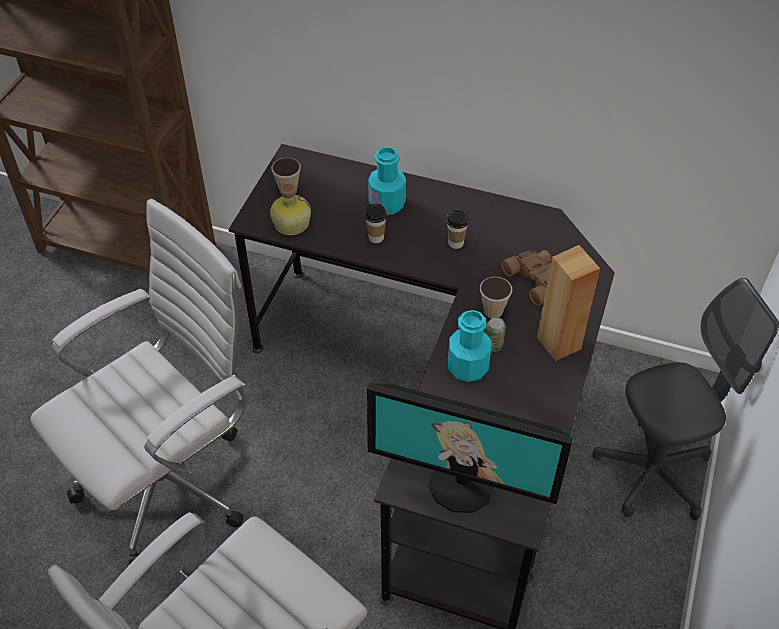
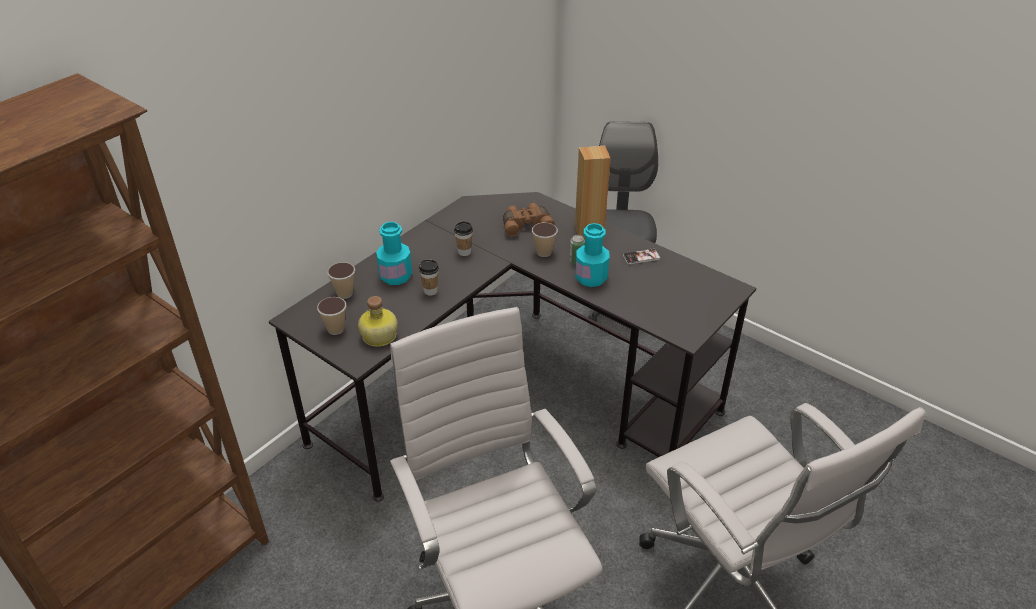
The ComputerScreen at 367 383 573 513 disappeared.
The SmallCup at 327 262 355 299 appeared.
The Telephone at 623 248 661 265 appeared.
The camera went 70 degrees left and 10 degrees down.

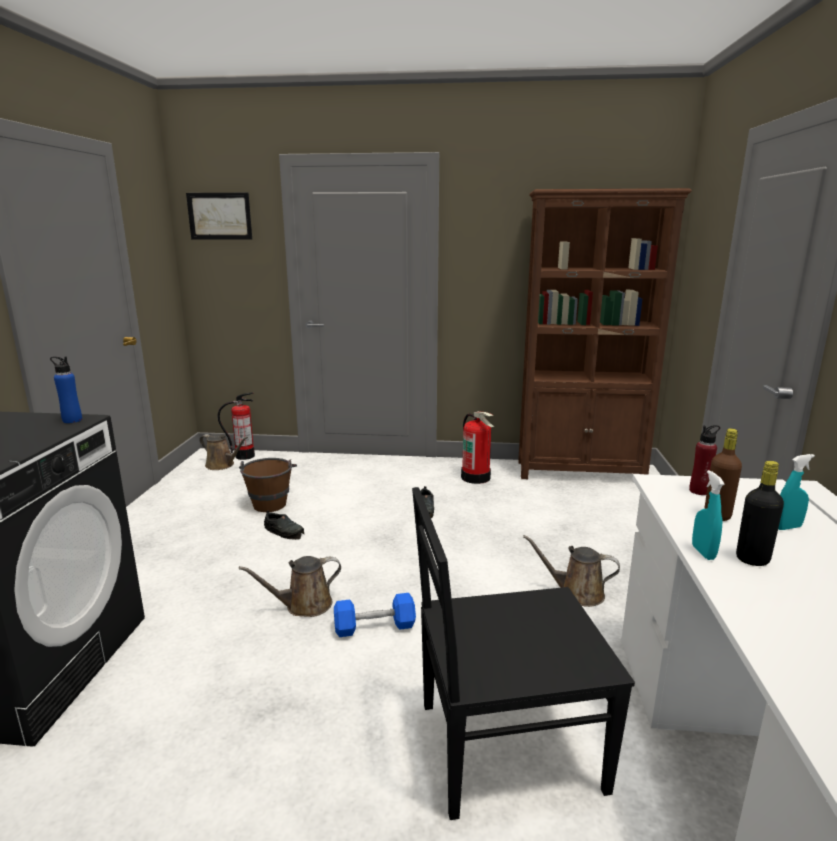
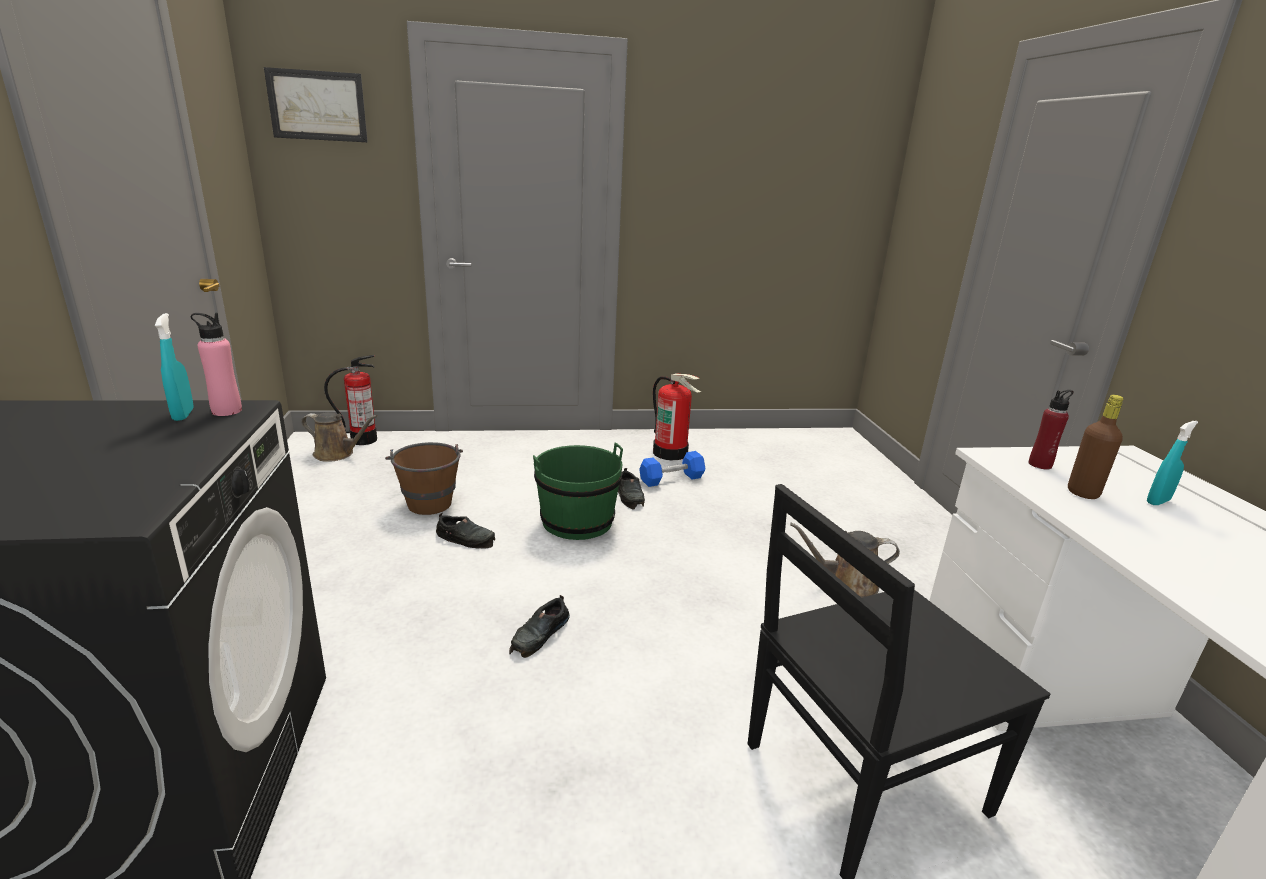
The BrownishBookshelf at 518 188 692 479 disappeared.
The BlackBottle at 736 461 784 566 disappeared.
The GreenBucket at 533 443 623 540 appeared.
The BlueFreeWeight moved from 334 593 416 637 to 639 451 705 487.
The TurquoiseSprayBottle moved from 692 470 725 560 to 155 313 194 421.
The BrownishSprinklingCan at 239 556 341 617 was replaced by the BlackLowShoe at 509 595 570 658.
The BlueBottle at 50 356 82 423 became the PinkishBottle at 191 313 242 416.
The camera went 15 degrees left and 5 degrees up.

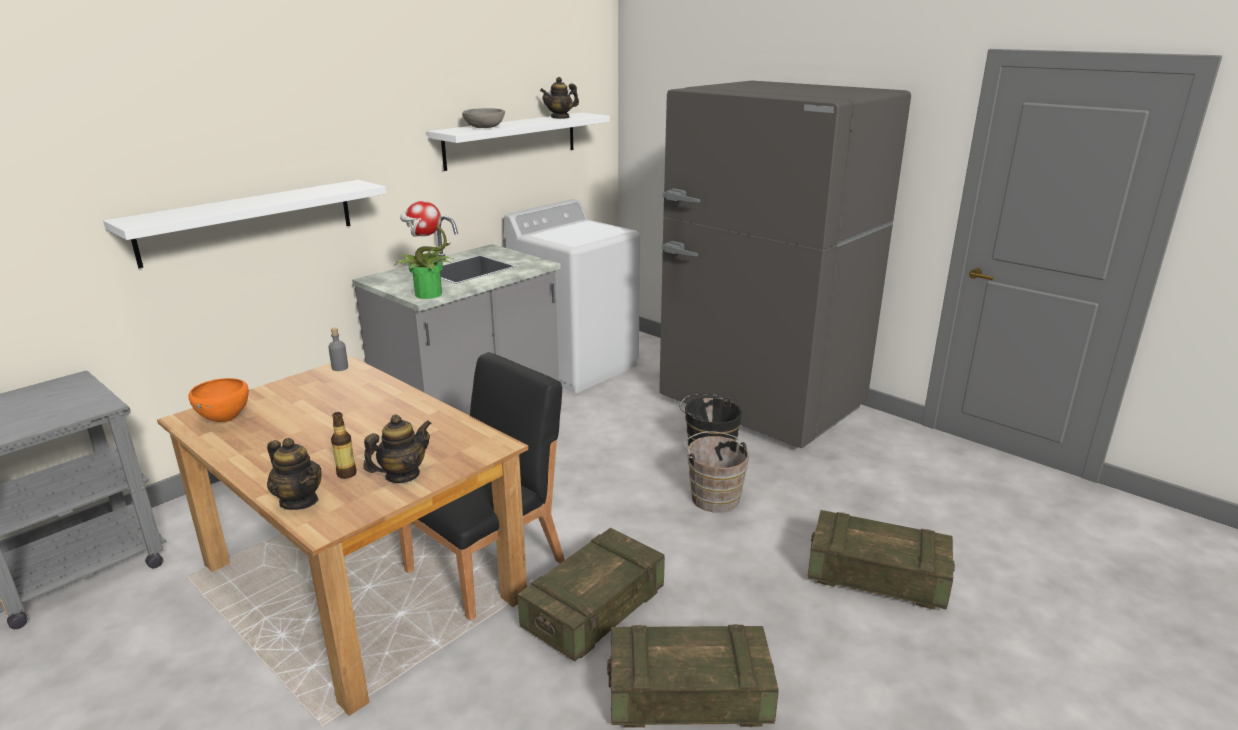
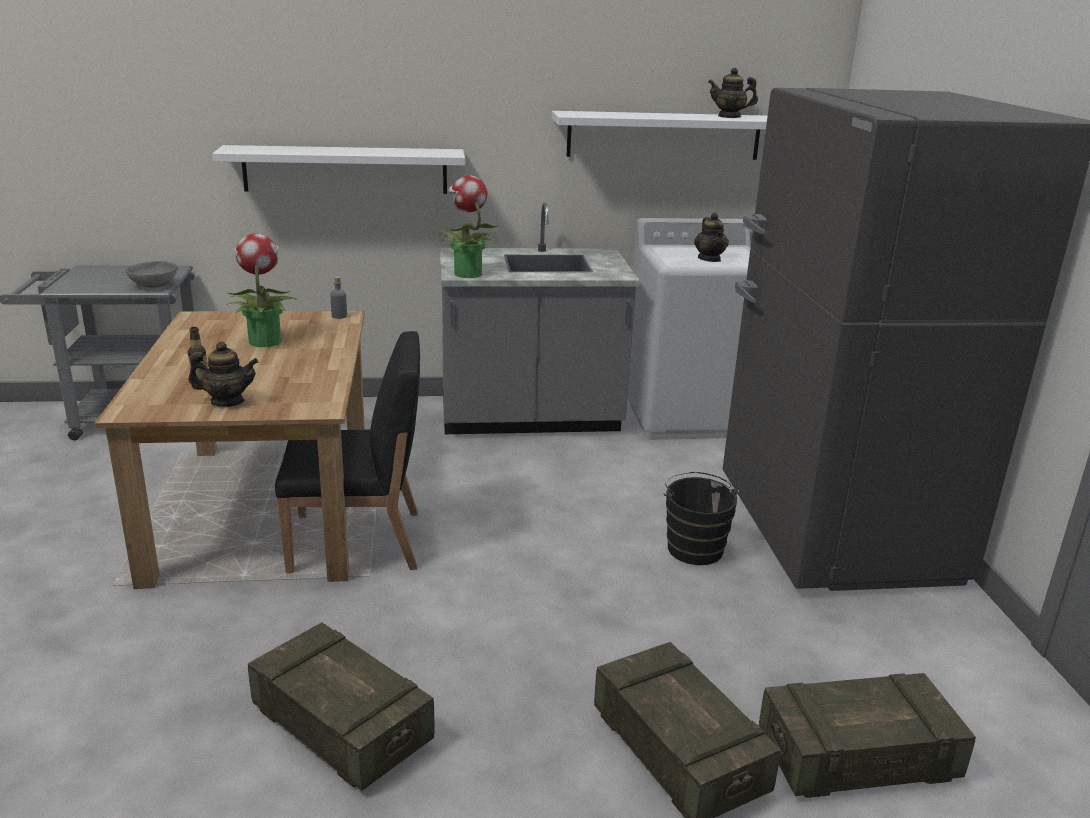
The OrangeBowl at 189 378 249 422 disappeared.
The BrownishBucket at 684 431 749 513 disappeared.
The PlantInAPot at 227 233 296 347 appeared.
The TeaPot moved from 267 438 322 510 to 694 213 729 262.
The GrayBowl moved from 462 108 505 128 to 125 261 178 288.
The Crate moved from 518 528 665 661 to 759 673 976 798.
The camera went 40 degrees right and 0 degrees up.

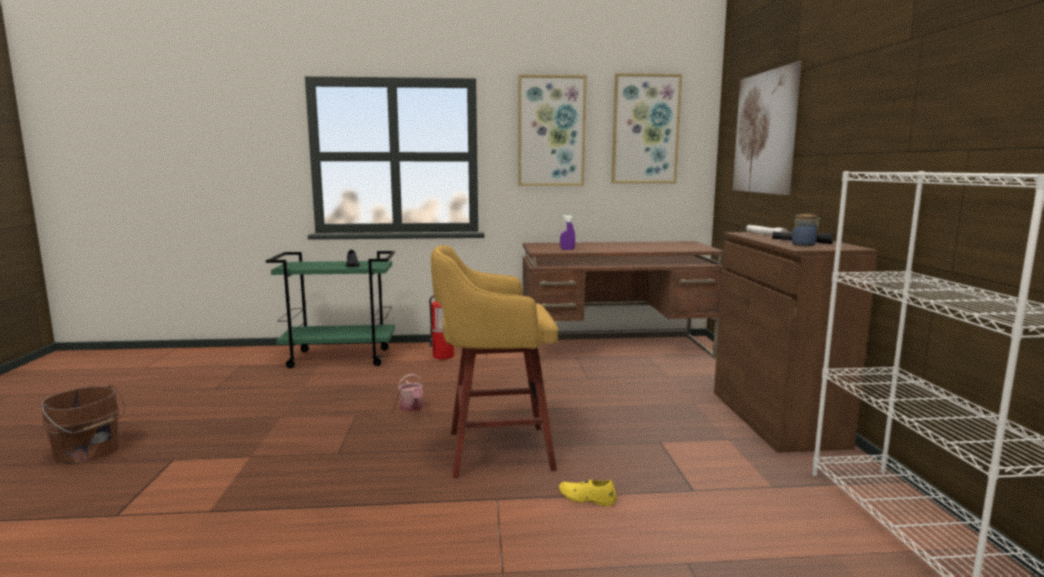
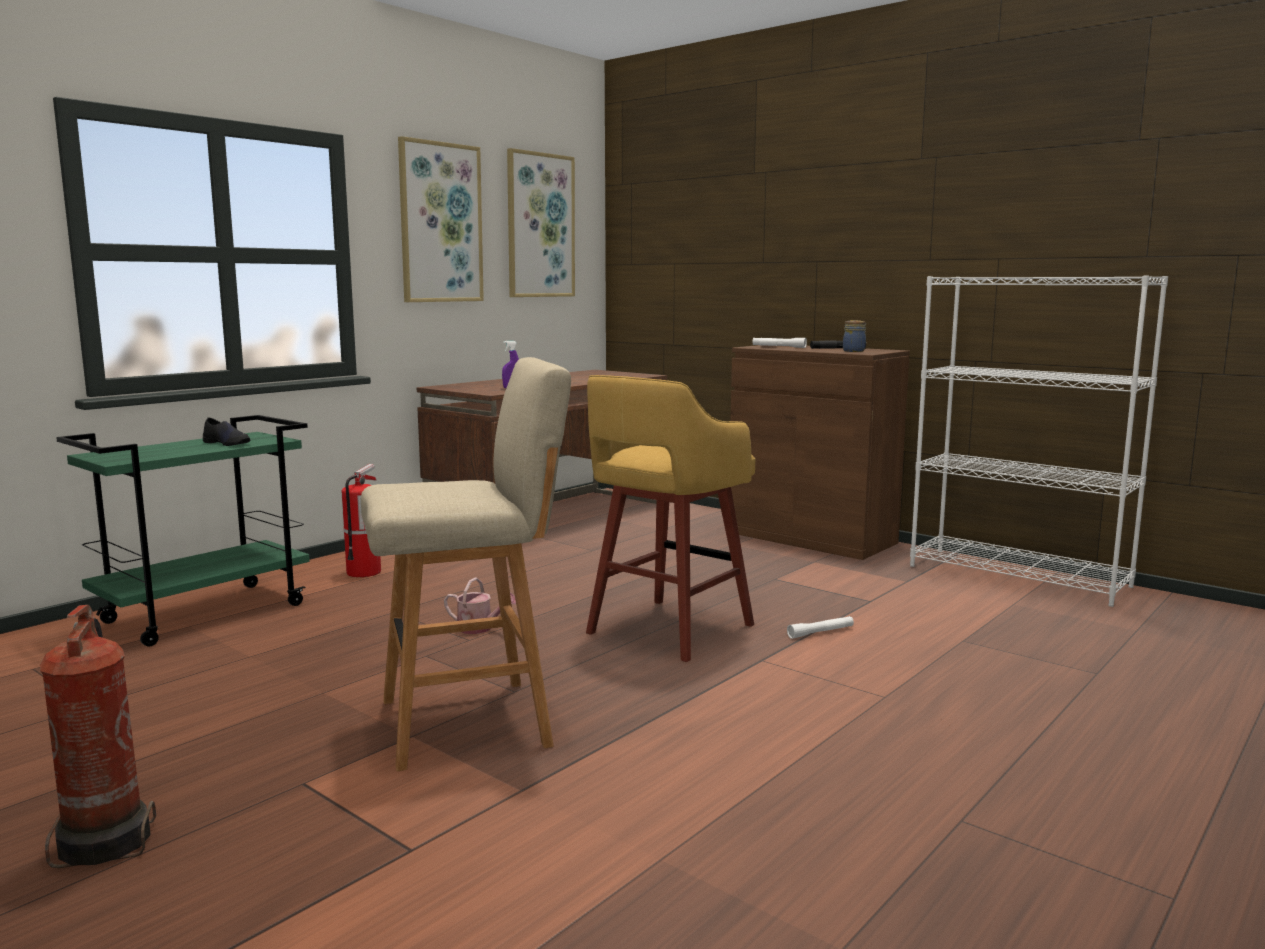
The WallPicture at 733 62 801 195 disappeared.
The SandColouredStool at 361 357 571 771 appeared.
The BrownishBucket at 41 385 125 464 was replaced by the FireFightingCylinder at 40 605 156 868.
The YellowColouredLowShoe at 559 480 617 506 was replaced by the WhitishHandTorch at 787 616 854 639.
The camera went 45 degrees left and 0 degrees up.

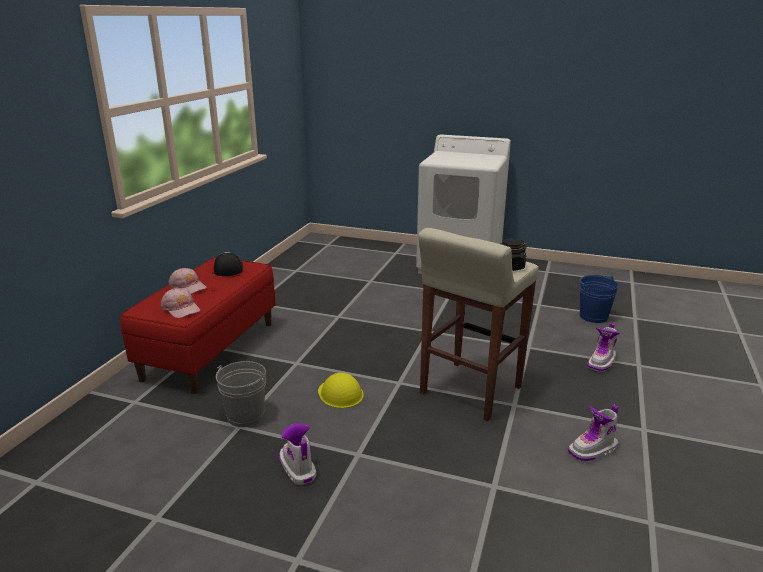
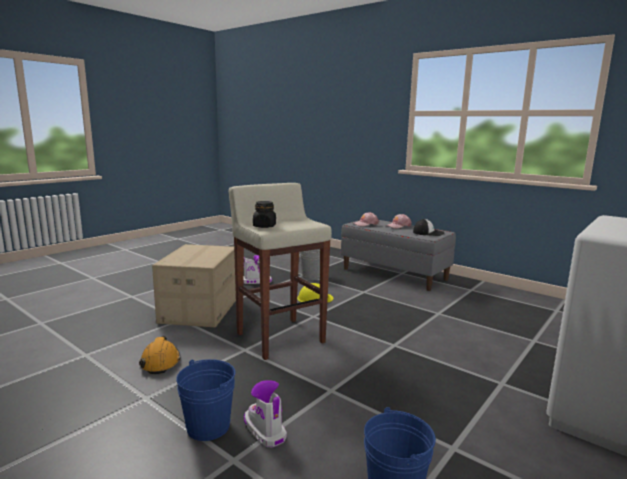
The Carton at 152 244 236 327 appeared.
The BlueBucket at 176 359 235 441 appeared.
The TallBoot at 568 405 618 462 was replaced by the OrangeWorkHelmet at 139 336 181 374.
The RedColouredBench at 120 257 276 394 became the GrayBench at 341 220 456 291.
The camera went 110 degrees right and 10 degrees down.

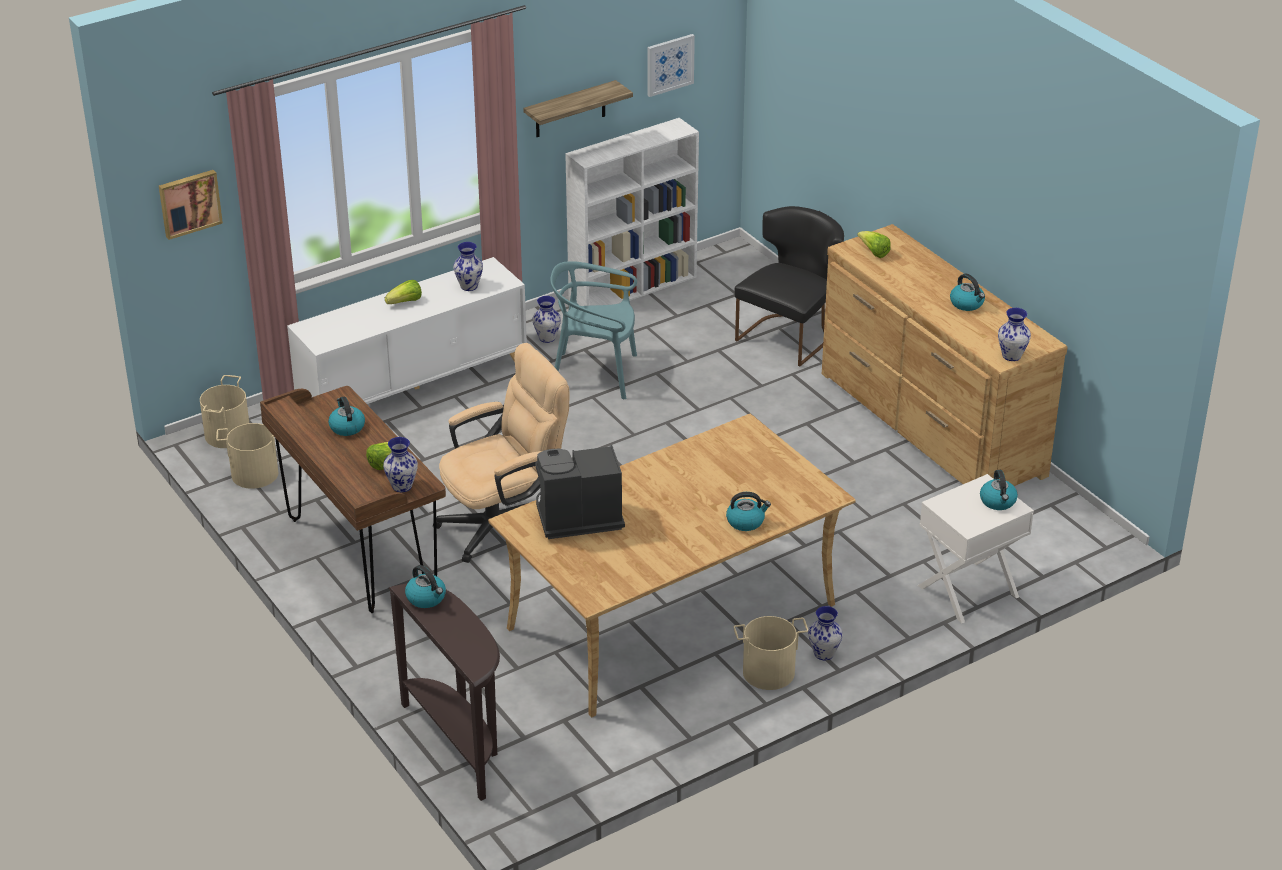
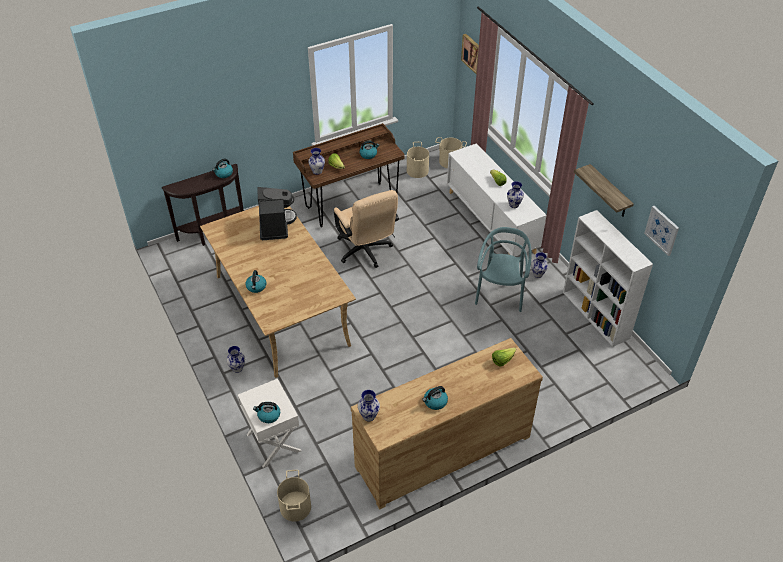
The BlackUprightChair at 735 206 844 366 disappeared.
The SandColouredBucket moved from 734 616 808 690 to 277 470 311 522.
The camera went 95 degrees right and 10 degrees up.

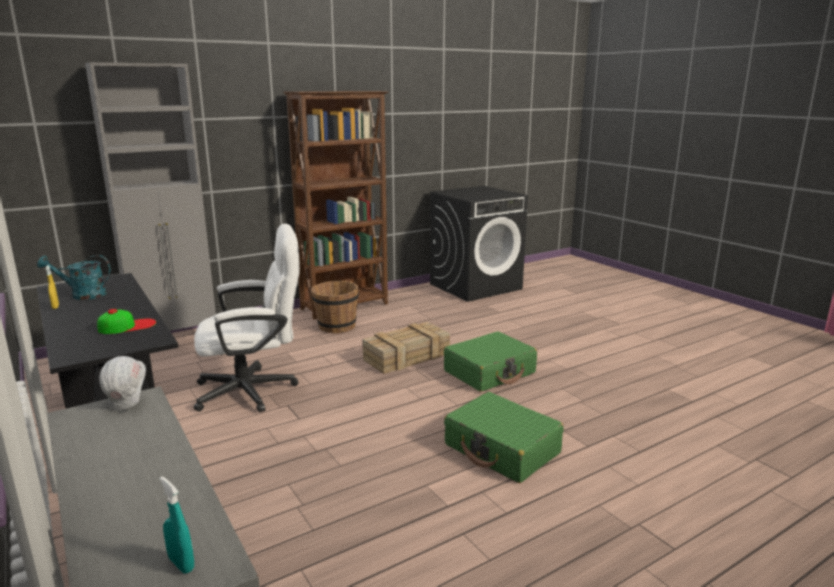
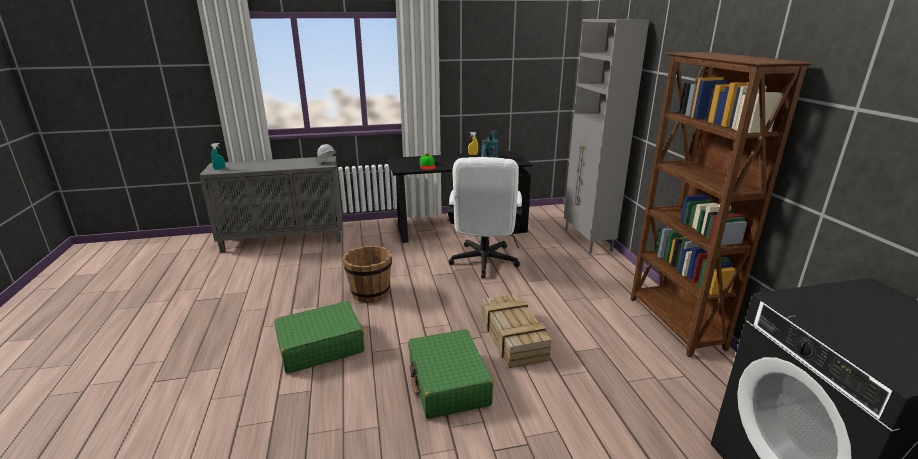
The BrownishBucket moved from 311 281 359 333 to 342 245 392 303.
The camera went 110 degrees right and 5 degrees up.

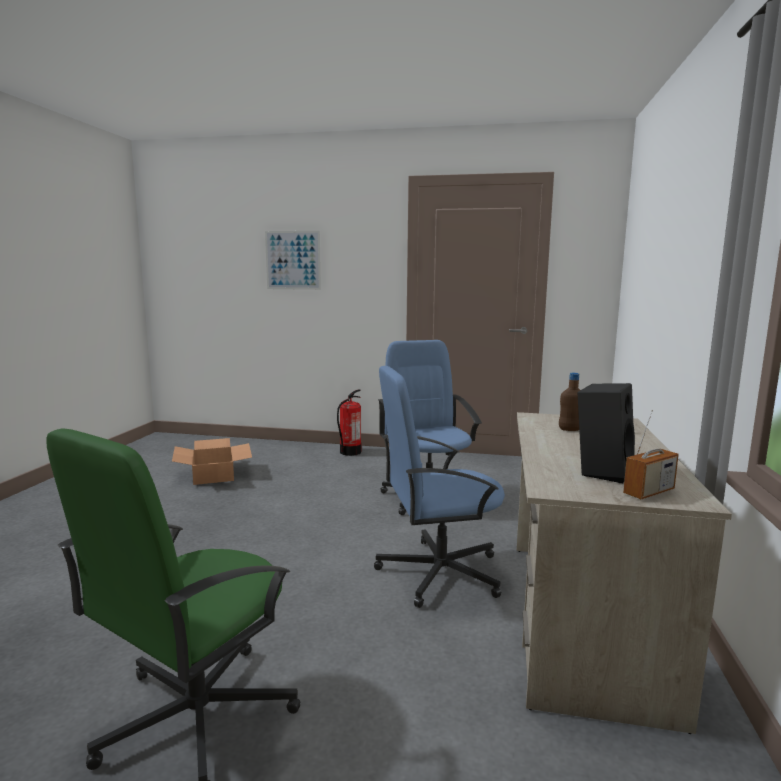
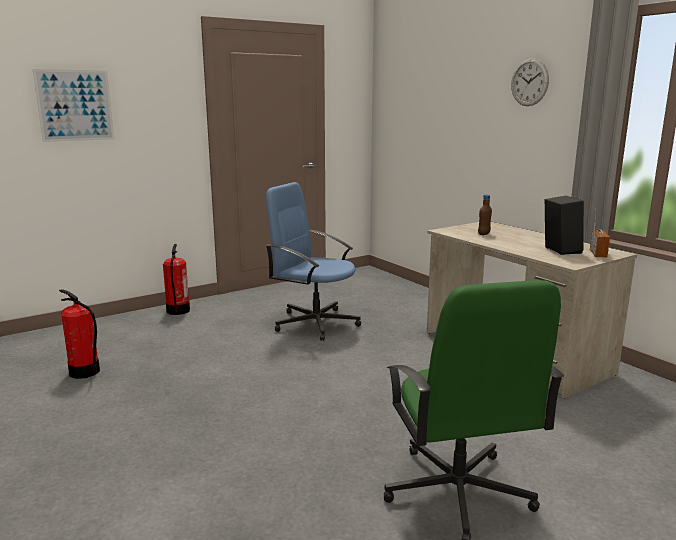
The BlueOfficeChair at 374 366 505 608 disappeared.
The HangingClock at 511 58 549 106 appeared.
The Carton at 172 438 252 485 was replaced by the FireFightingCylinder at 59 289 100 379.
The camera went 45 degrees left and 5 degrees up.

